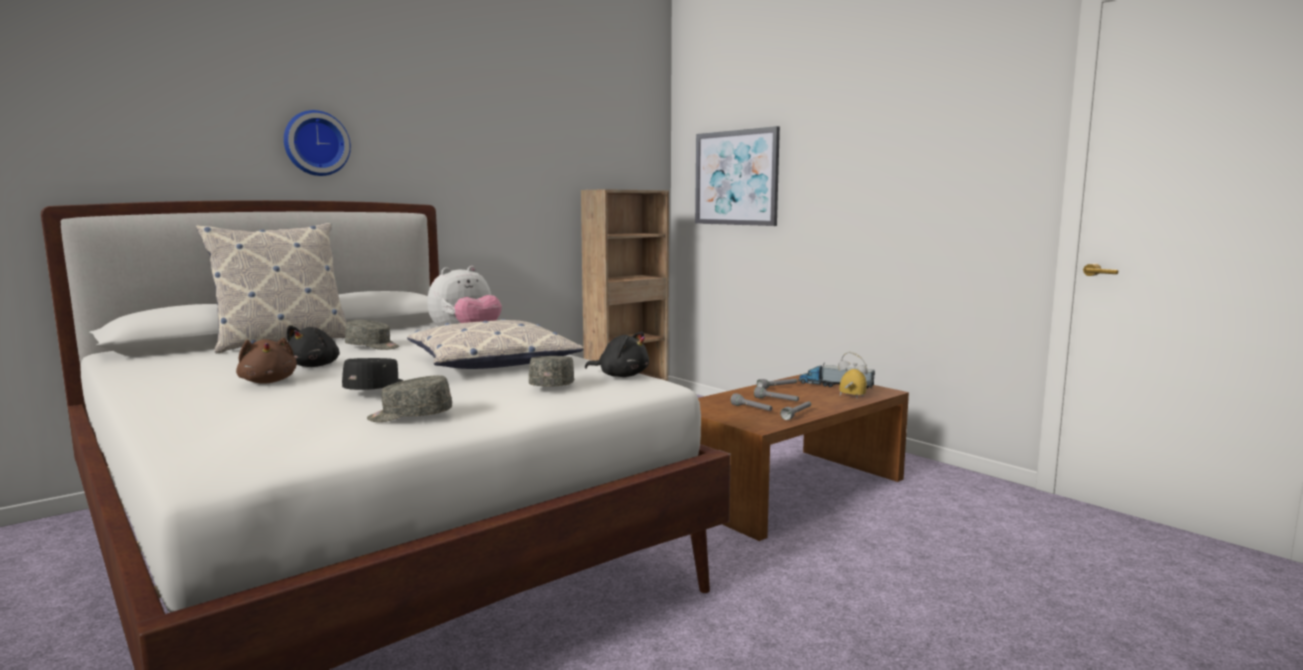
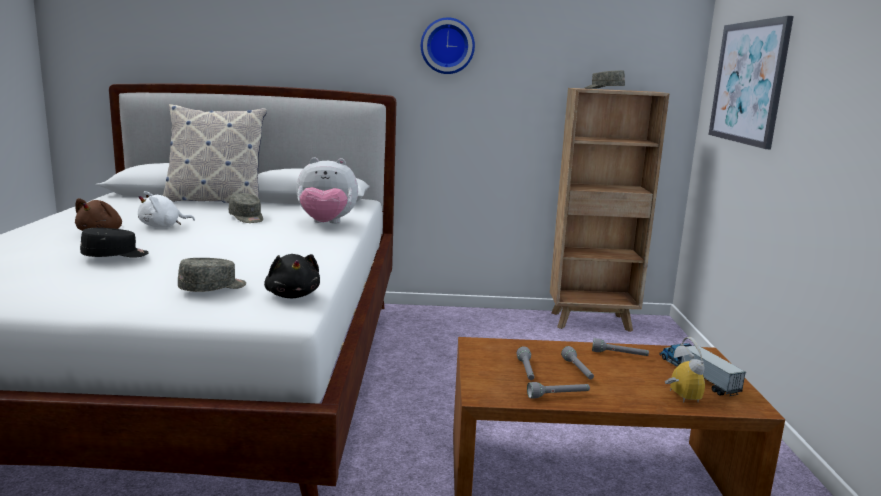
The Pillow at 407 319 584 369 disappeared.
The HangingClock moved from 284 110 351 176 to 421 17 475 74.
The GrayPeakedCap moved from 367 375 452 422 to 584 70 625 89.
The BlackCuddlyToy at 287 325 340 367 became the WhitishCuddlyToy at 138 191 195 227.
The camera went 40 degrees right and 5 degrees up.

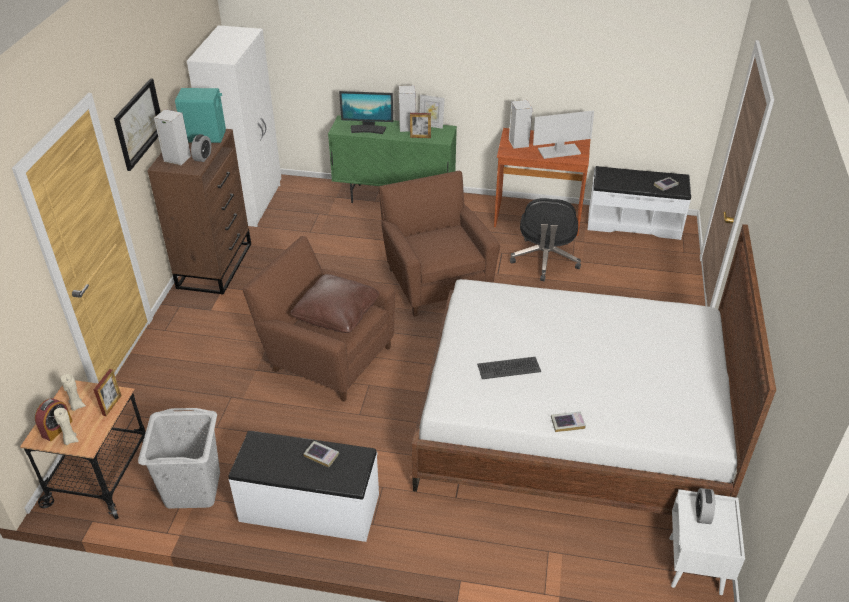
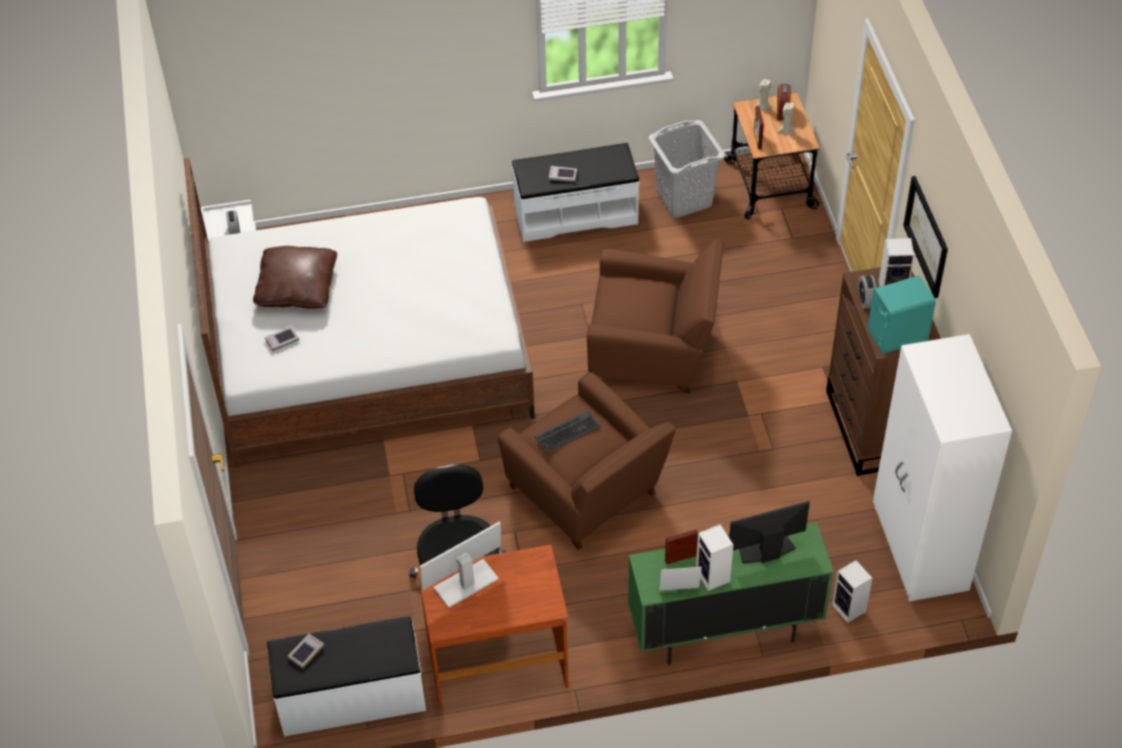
The BrownishPillow moved from 291 274 380 333 to 253 246 337 308.
The PcKeyboard moved from 477 357 541 379 to 535 410 601 453.
The AudioSpeaker moved from 509 100 532 149 to 832 560 872 623.
The Book moved from 551 412 586 432 to 265 327 299 351.
The camera went 160 degrees right and 10 degrees up.

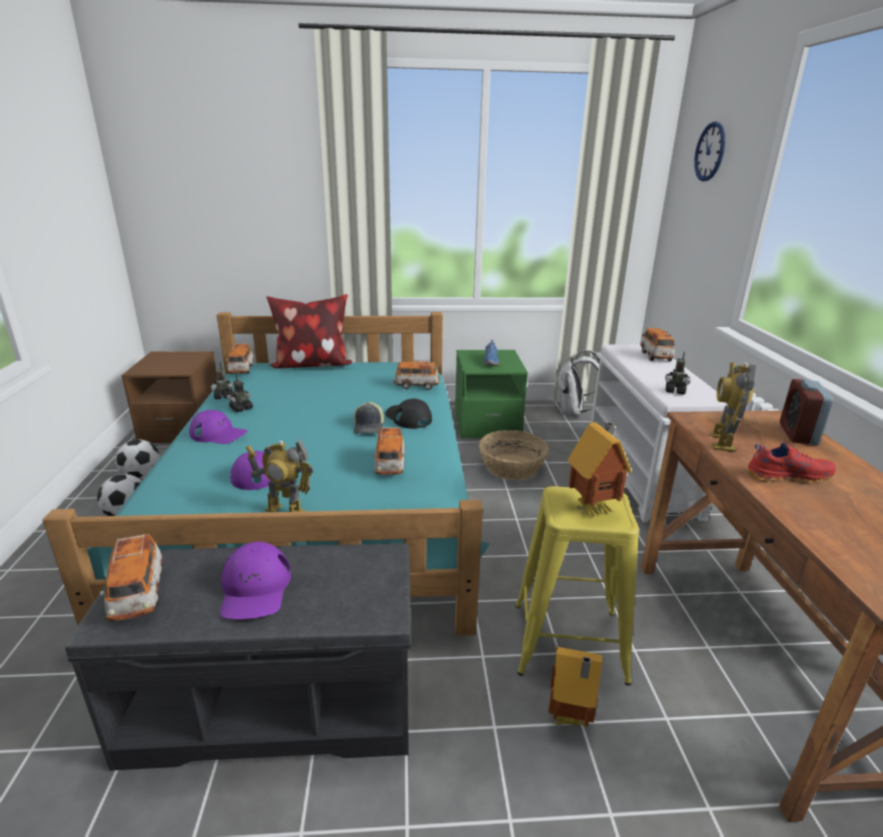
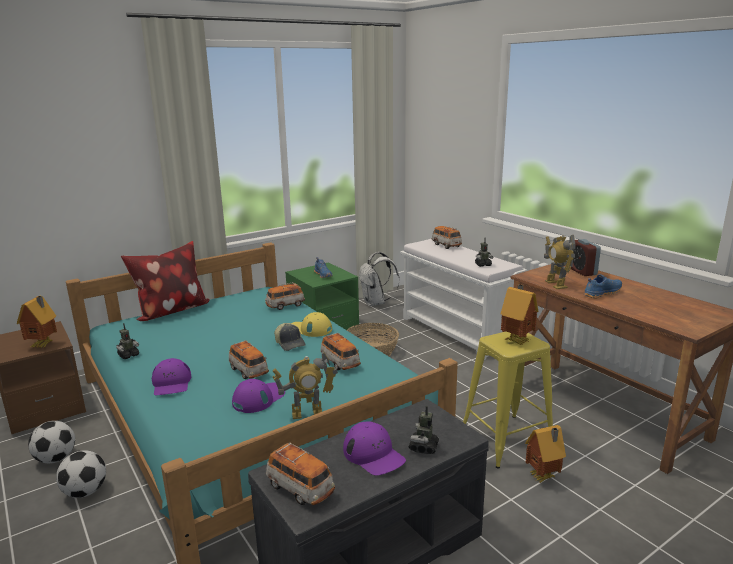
The HangingClock at 694 122 725 181 disappeared.
The MiniatureHouse at 17 296 57 348 appeared.
The MiniatureCar moved from 226 343 254 374 to 229 340 269 379.
The RobotFigure moved from 227 374 253 412 to 409 406 439 454.
The BlackPeakedCap at 385 399 432 429 became the YellowColouredPeakedCap at 291 312 332 337.
The RedColouredLowShoe at 746 443 836 484 became the BlueLowShoe at 584 274 622 298.
The PurplishPeakedCap at 189 410 248 444 turned 90 degrees clockwise.
The camera went 30 degrees left and 5 degrees down.

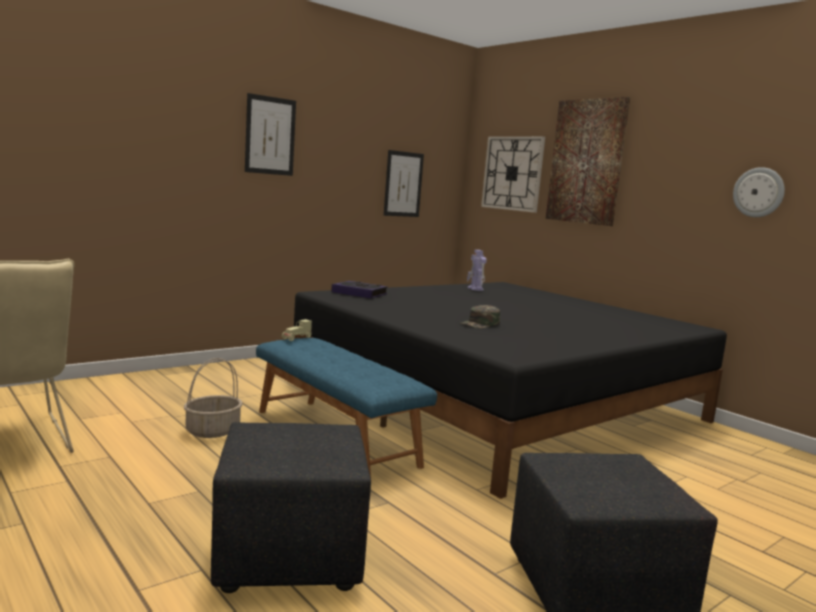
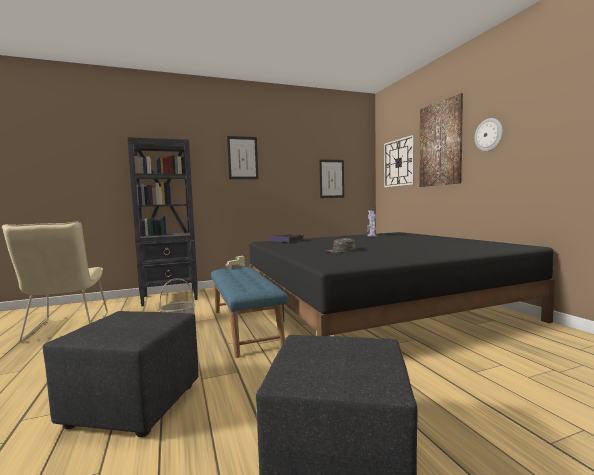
The BlackBookshelf at 127 137 198 307 appeared.
The HangingClock moved from 733 167 785 217 to 475 118 503 151.
The camera went 20 degrees right and 5 degrees down.

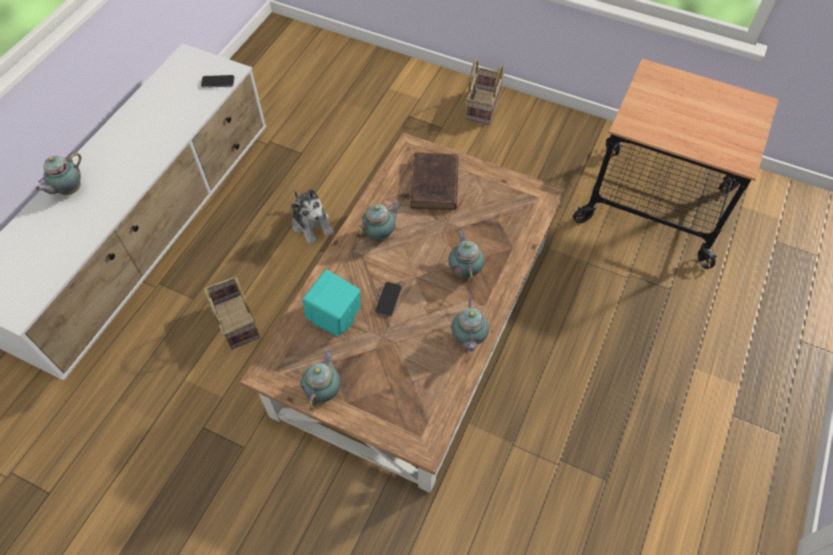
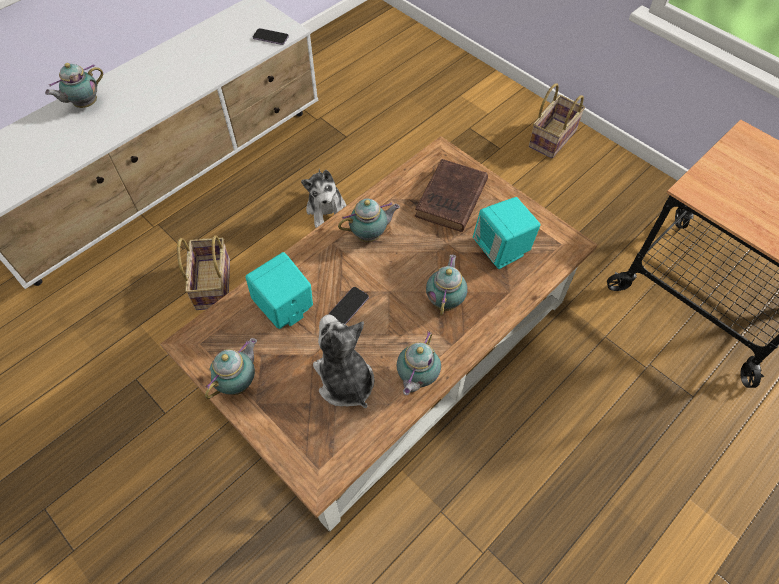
The CuddlyToy at 313 314 375 408 appeared.
The TurquoiseAudioSpeaker at 473 197 541 269 appeared.
The camera went 20 degrees right and 0 degrees up.

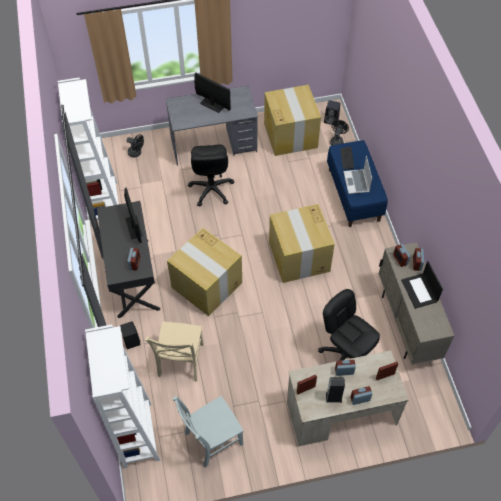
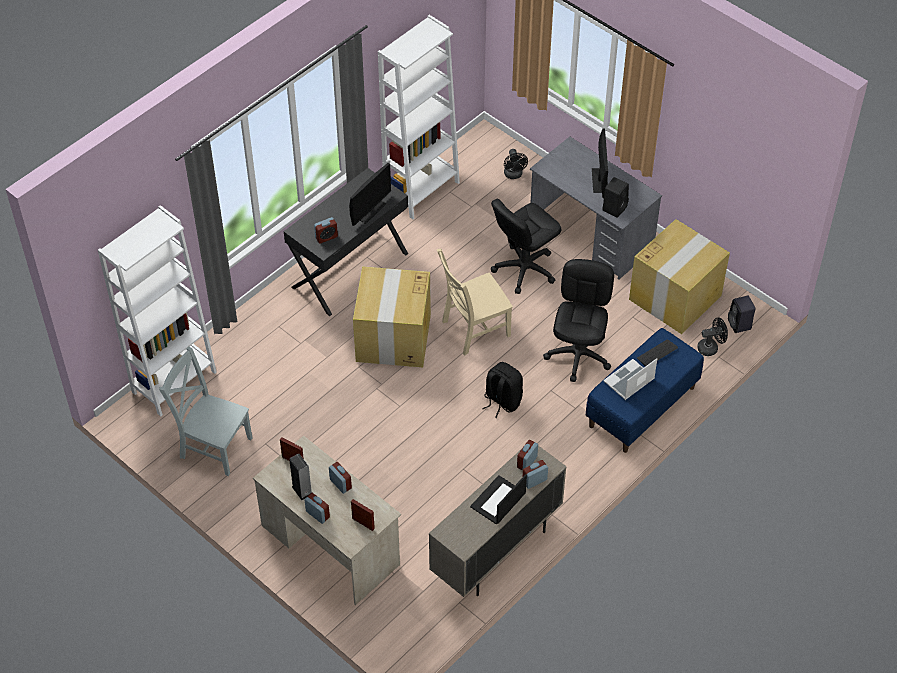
The BlackAudioSpeaker moved from 120 321 141 349 to 602 177 629 218.
The SandColouredUprightChair moved from 145 322 203 382 to 437 249 513 355.
The BlackOfficeChair moved from 318 289 380 360 to 543 259 614 382.
The Carton at 269 204 335 283 was replaced by the BlackRucksack at 482 362 523 418.
The camera went 55 degrees right and 5 degrees down.

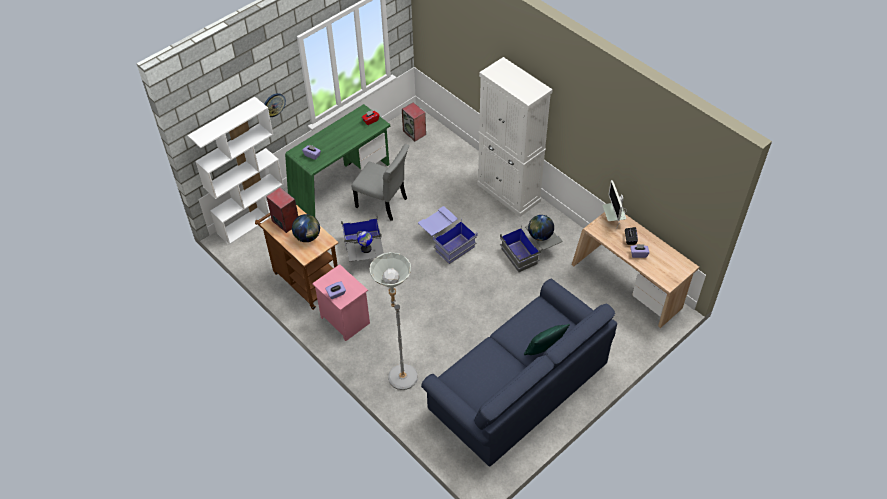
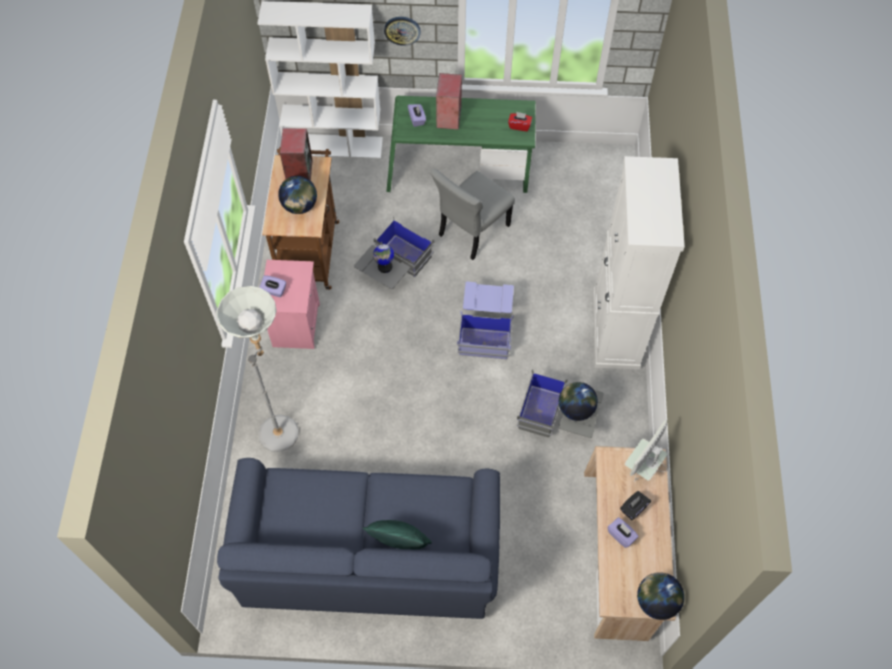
The WorldGlobe at 637 572 684 620 appeared.
The AudioSpeaker moved from 402 103 426 141 to 436 73 462 130.
The GrayUprightChair at 352 144 409 221 turned 60 degrees clockwise.
The camera went 45 degrees right and 10 degrees up.

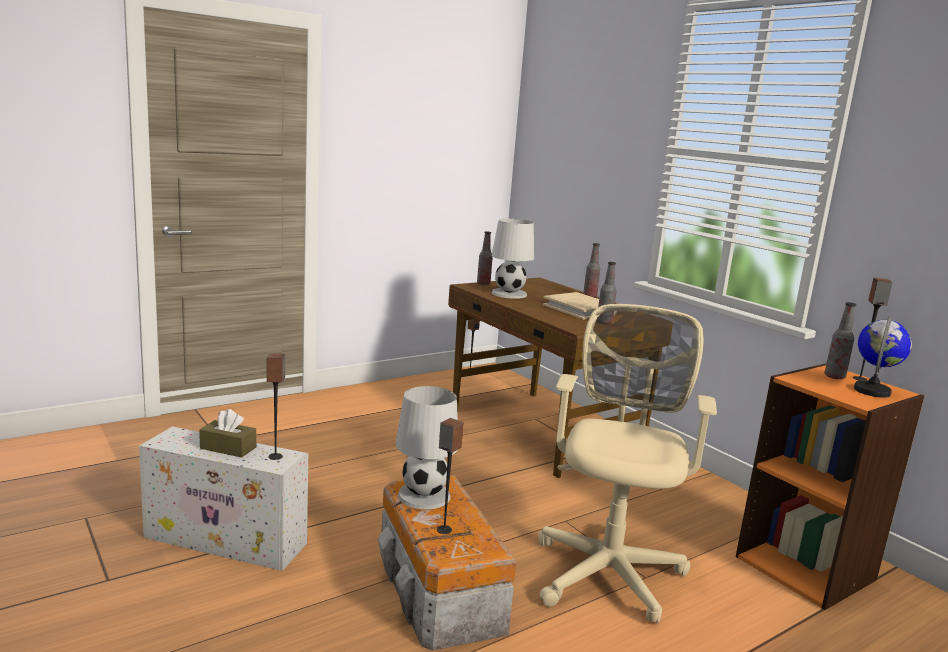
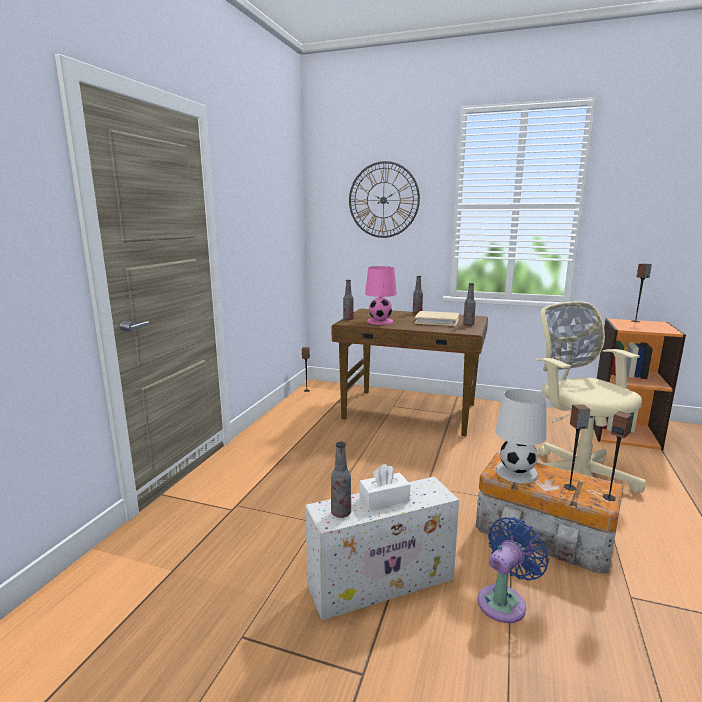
The WorldGlobe at 854 316 912 398 disappeared.
The HangingClock at 349 161 420 238 appeared.
The BlueElectricFan at 478 517 549 623 appeared.
The AudioSpeaker moved from 267 353 285 460 to 603 411 632 501.
The Bottle moved from 824 302 856 379 to 331 442 351 518.
The BrownishBoxOfTissues at 199 409 256 457 became the WhitishBoxOfTissues at 360 464 410 510.
The WhitishTabletopLamp at 491 219 534 299 became the PinkishTabletopLamp at 365 266 397 325.
The camera went 35 degrees left and 0 degrees up.

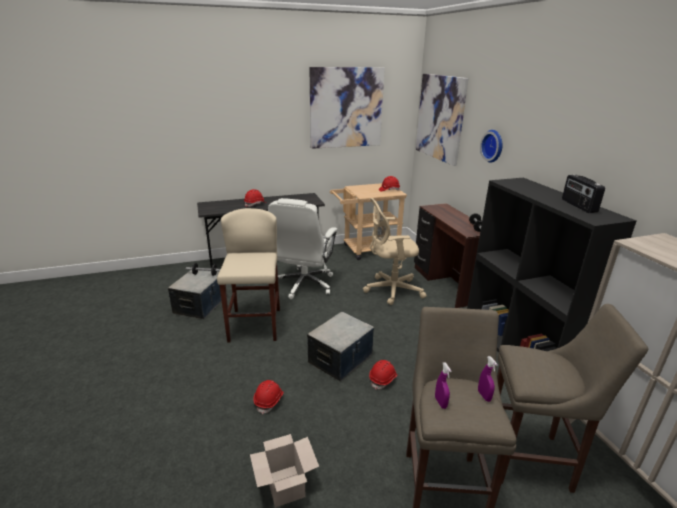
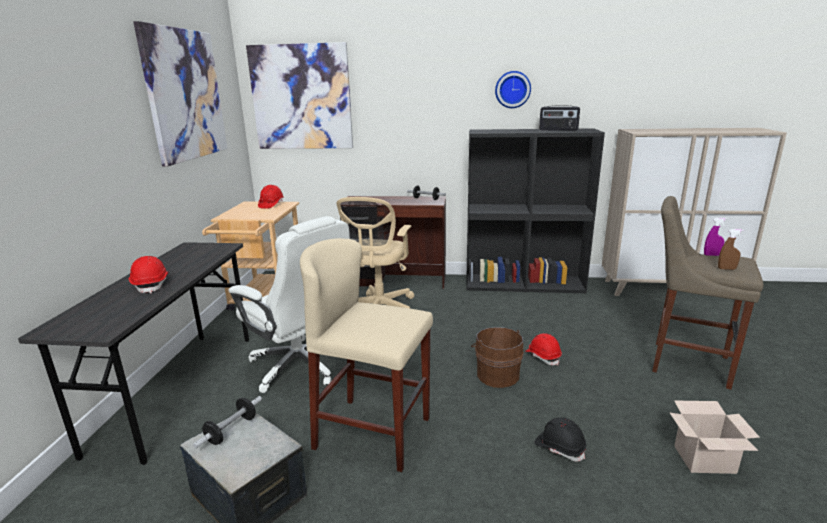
The SandColouredStool at 497 304 648 493 disappeared.
The HangingClock moved from 480 130 503 163 to 495 71 531 108.
The StorageContainer at 307 312 374 381 was replaced by the BrownishBucket at 471 327 524 388.
The RedColouredWorkHelmet at 253 380 284 414 became the BlackWorkHelmet at 535 417 586 462.
The PurplishSprayBottle at 435 362 451 409 became the BrownishSprayBottle at 718 229 744 270.
The camera went 65 degrees left and 5 degrees down.

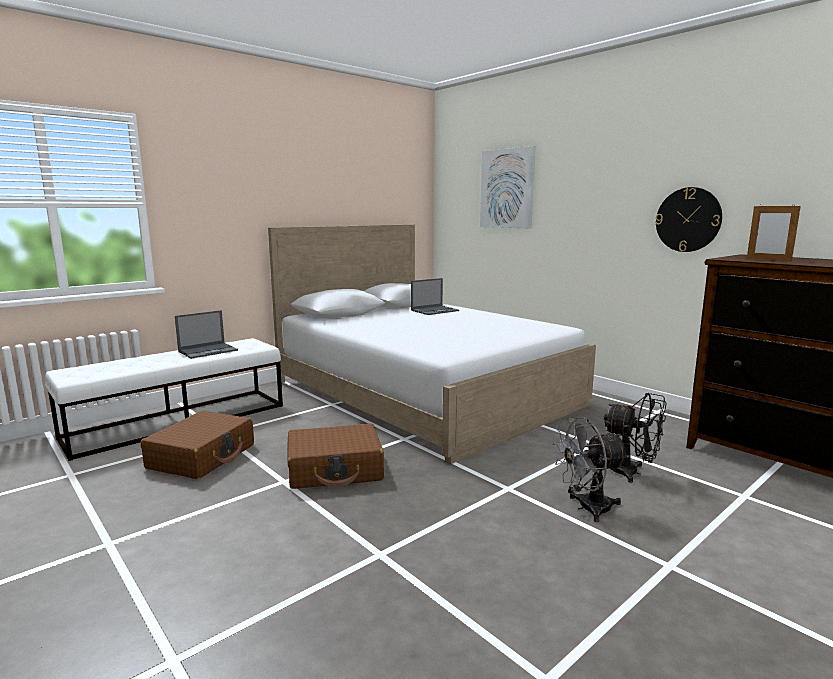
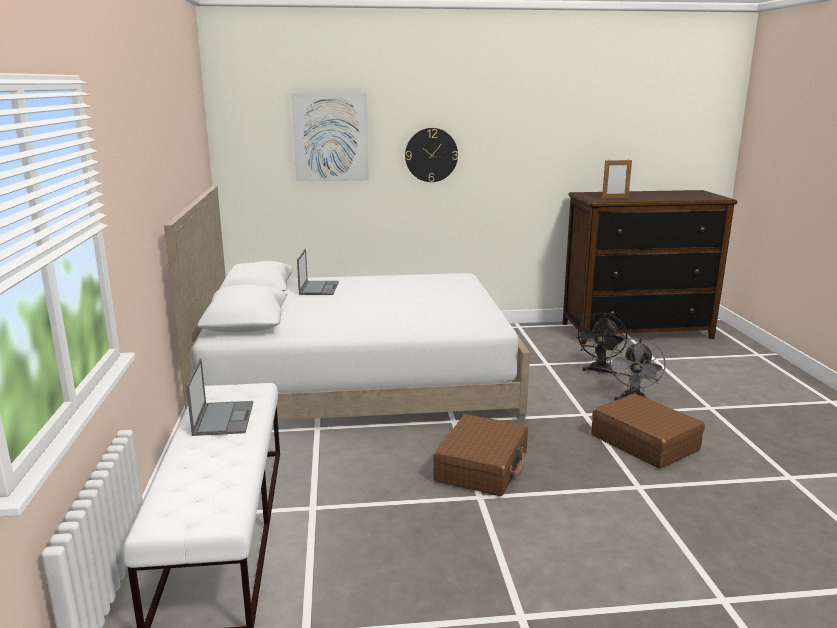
The BrownishPieceOfLuggage moved from 141 411 254 479 to 591 394 705 469.
The HangingClock moved from 655 187 722 252 to 405 128 458 182.
The BlackElectricFan at 604 393 666 483 turned 135 degrees clockwise.
The camera went 55 degrees left and 5 degrees up.

